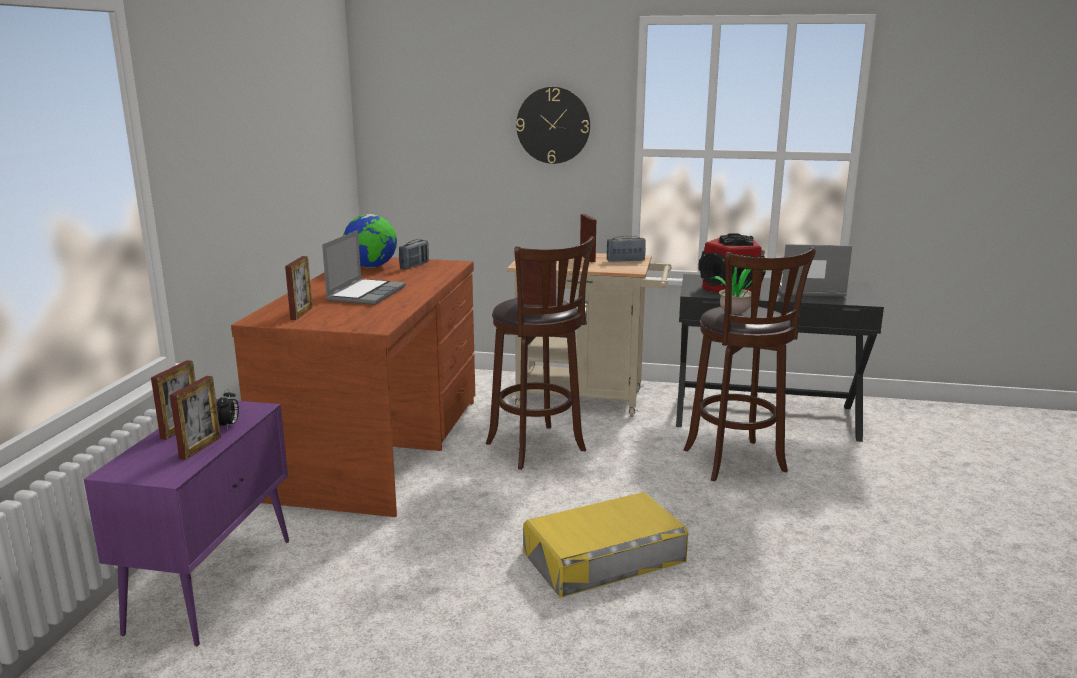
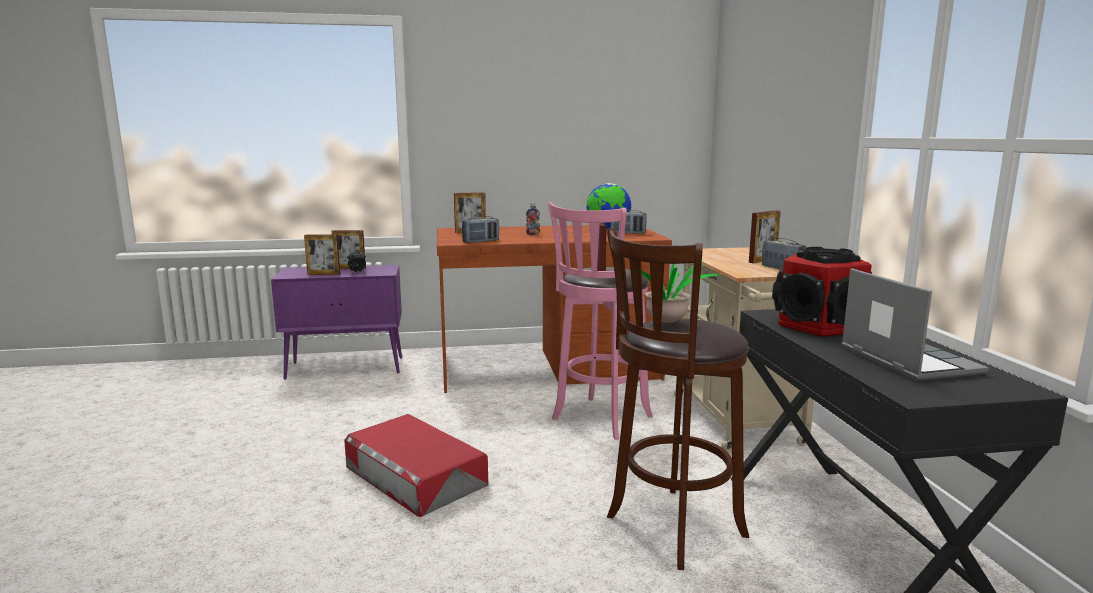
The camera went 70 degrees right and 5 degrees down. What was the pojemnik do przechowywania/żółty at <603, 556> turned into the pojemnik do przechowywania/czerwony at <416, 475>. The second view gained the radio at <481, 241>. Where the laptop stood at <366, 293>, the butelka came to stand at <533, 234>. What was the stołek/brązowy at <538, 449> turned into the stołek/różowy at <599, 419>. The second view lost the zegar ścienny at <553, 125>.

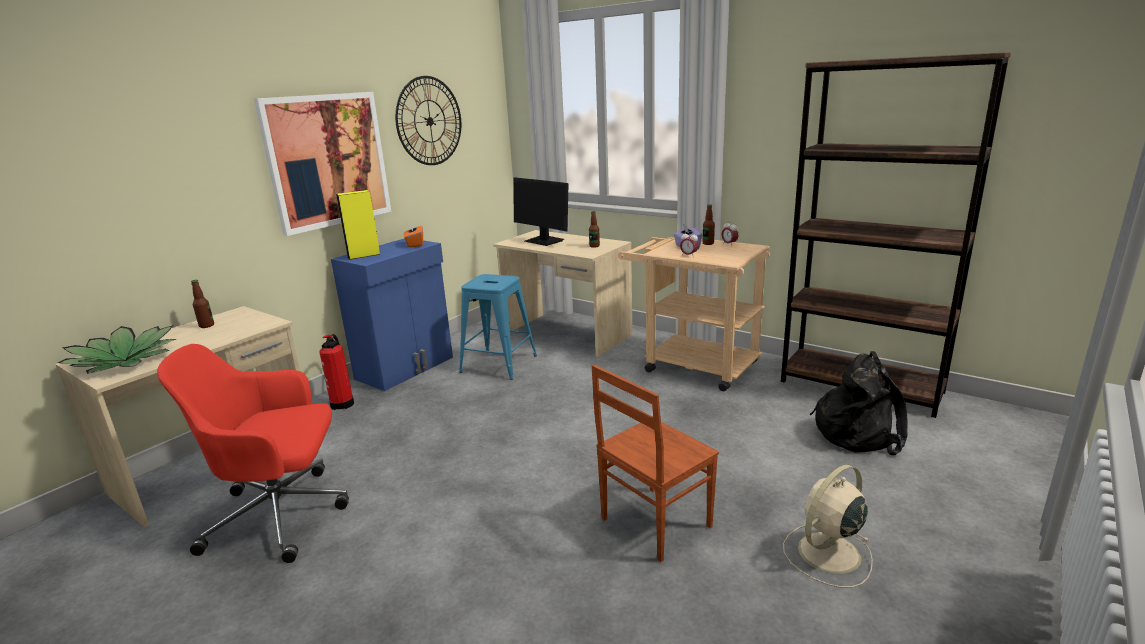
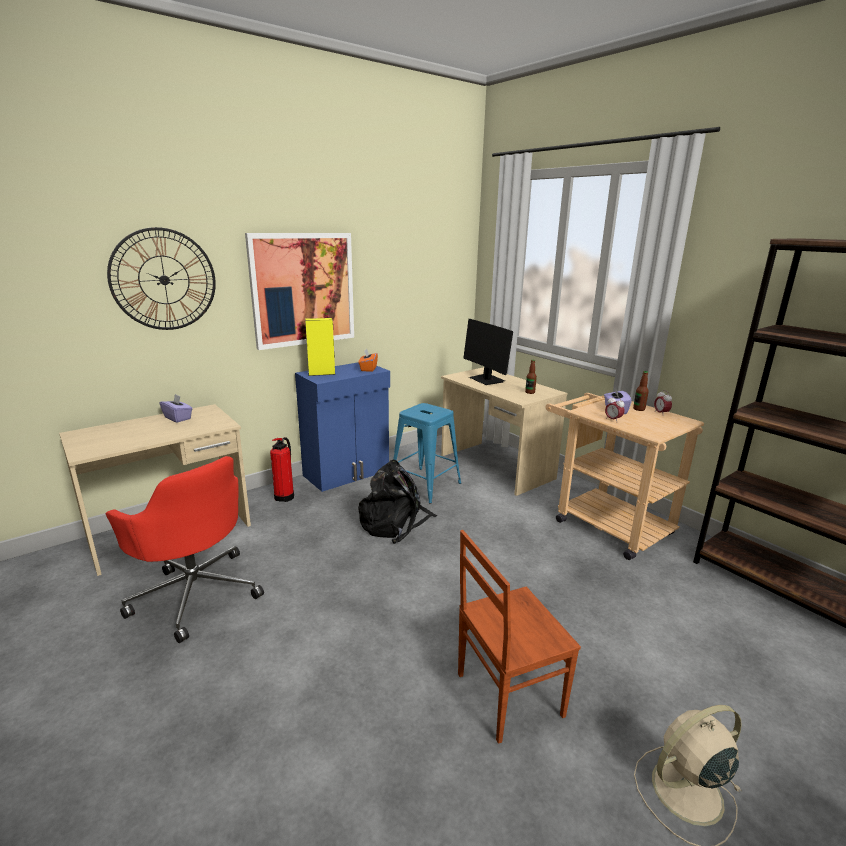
The camera went 15 degrees right and 0 degrees up. The krzesło biurowe/czerwony at <282, 515> ended up facing another way, 150 degrees counterclockwise from before. The zegar ścienny ended up elsewhere, having gone from <429, 121> to <164, 280>. Where the butelka stood at <206, 325>, the pudełko chusteczek/fioletowy came to stand at <178, 418>. The plecak/czarny ended up elsewhere, having gone from <858, 432> to <395, 523>. The second view lost the roślina doniczkowa at <125, 360>.

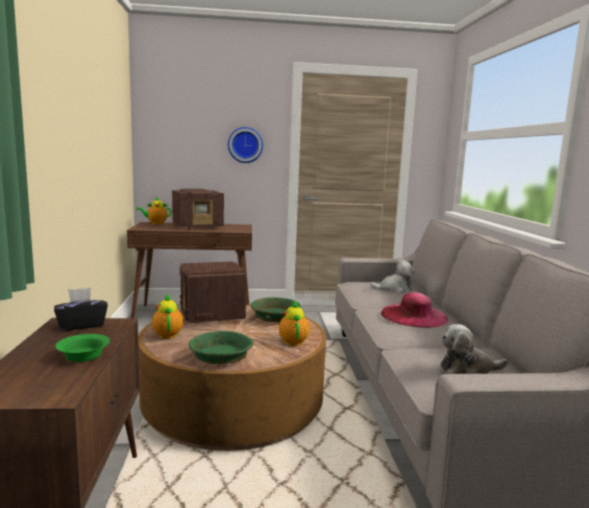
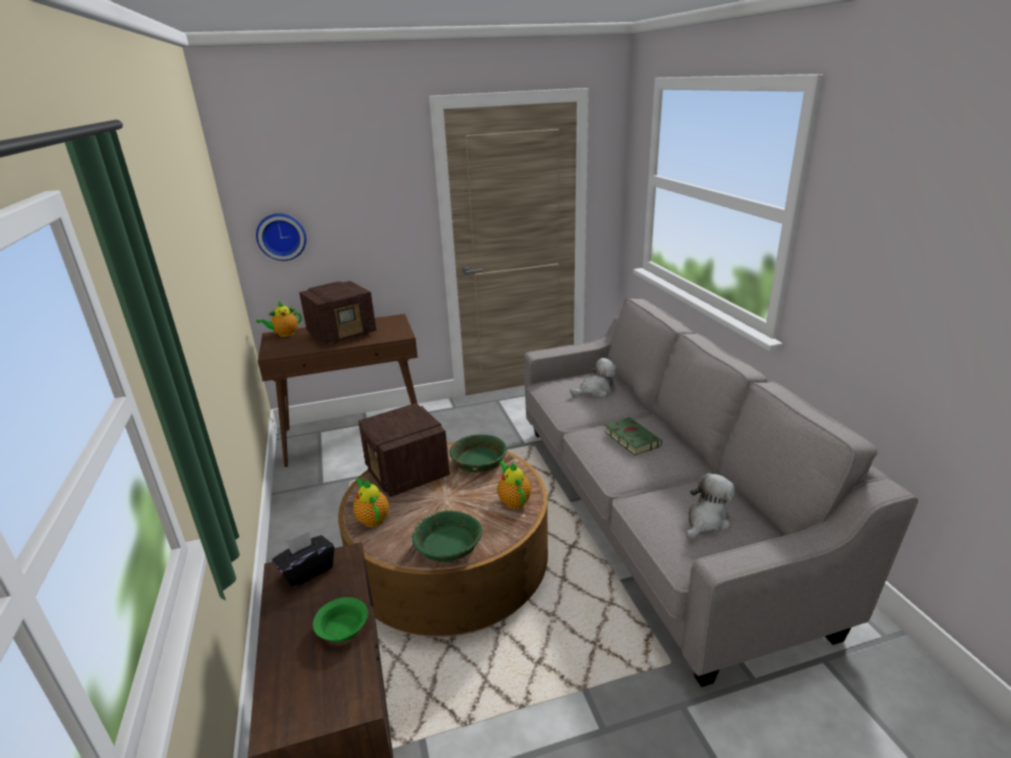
The camera went 10 degrees left and 15 degrees up. The zegar ścienny ended up elsewhere, having gone from <245, 145> to <281, 236>. Where the kapelusz/różowy stood at <414, 316>, the książka/zielony came to stand at <630, 438>. The pluszak at <468, 369> ended up facing another way, 150 degrees clockwise from before.

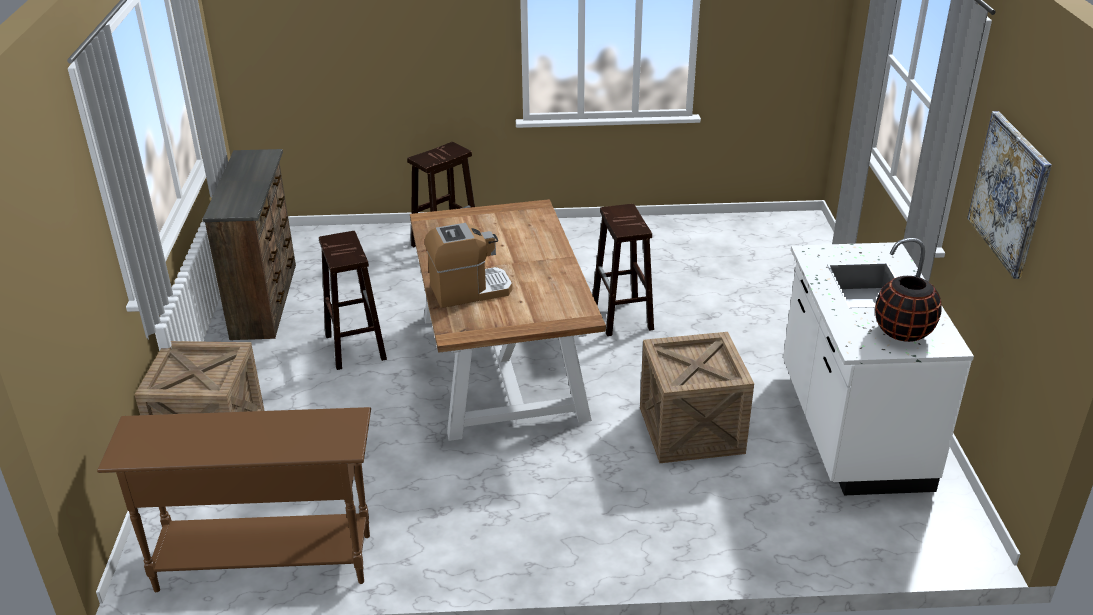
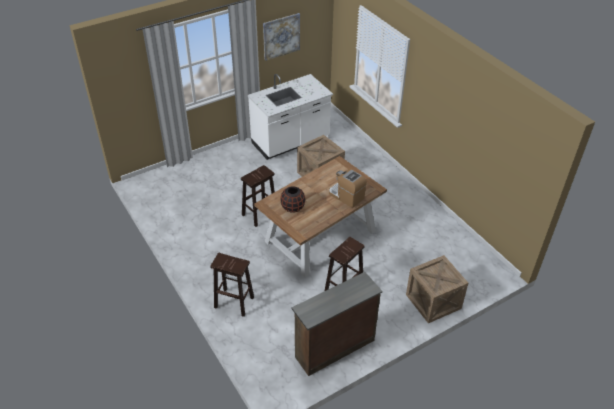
The camera went 120 degrees left and 10 degrees up. The wazon/czarny ended up elsewhere, having gone from <903, 333> to <293, 207>. The second view lost the stolik konsolowy/brązowy at <264, 562>.

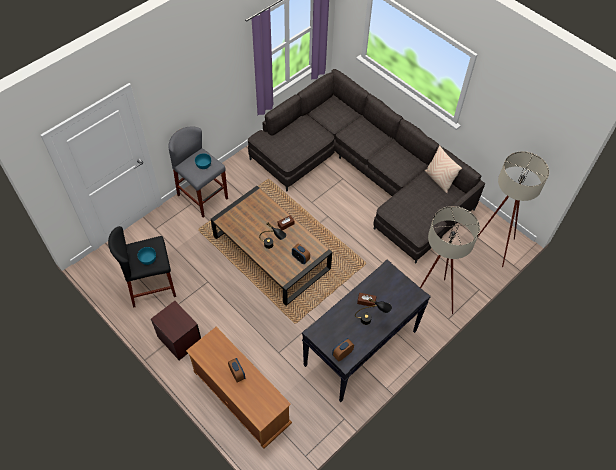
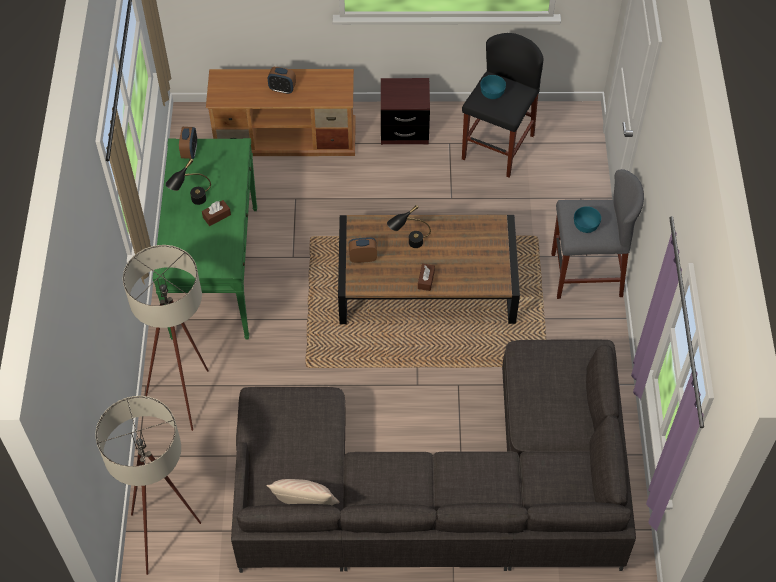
The camera went 135 degrees right and 0 degrees up. What was the stolik konsolowy/czarny at <360, 348> turned into the stolik konsolowy/zielony at <215, 271>.

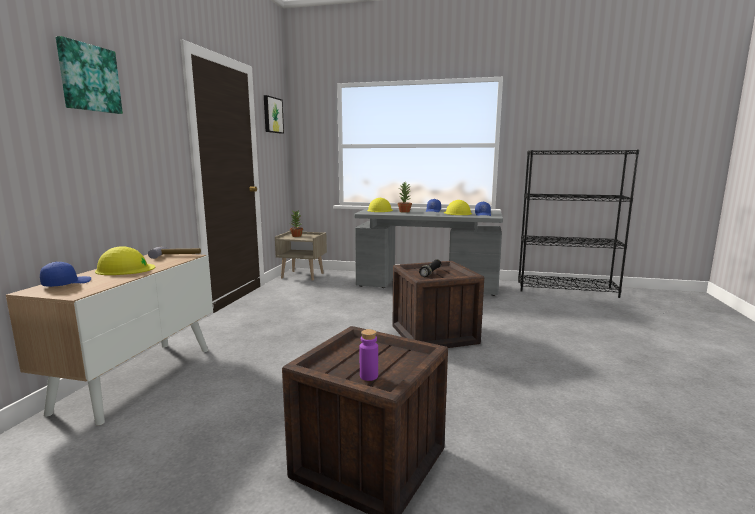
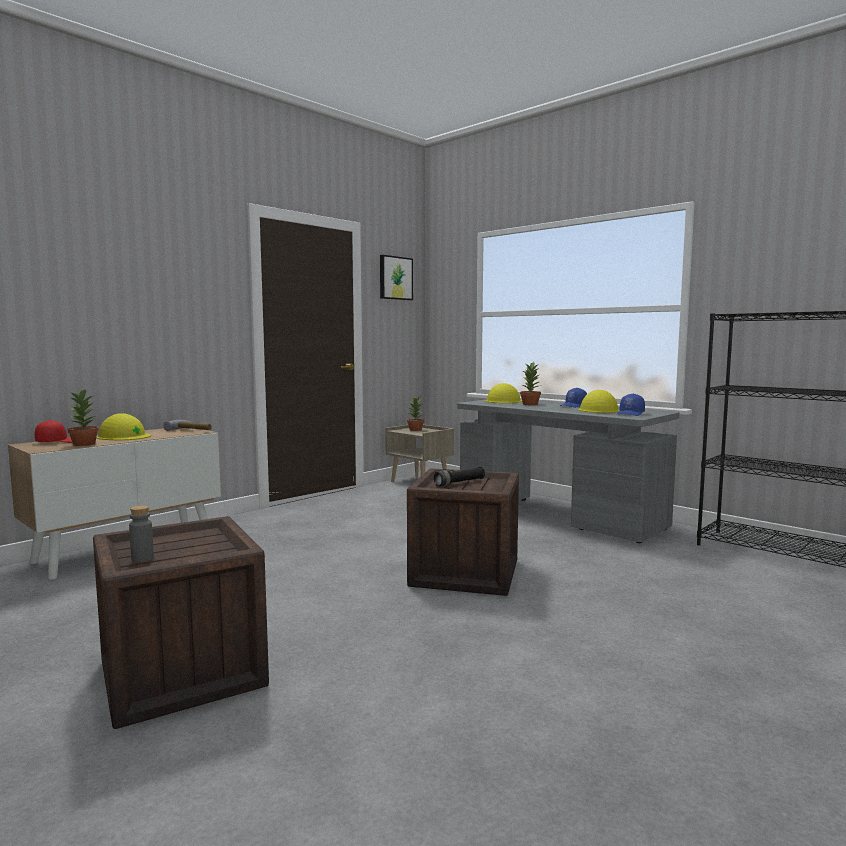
The camera went 30 degrees right and 5 degrees down. What was the czapka z daszkiem/niebieski at <66, 283> turned into the czapka z daszkiem/czerwony at <58, 442>. The second view gained the roślina doniczkowa at <83, 444>. What was the butelka/fioletowy at <369, 376> turned into the butelka/szary at <142, 559>. The second view lost the obraz at <88, 78>.

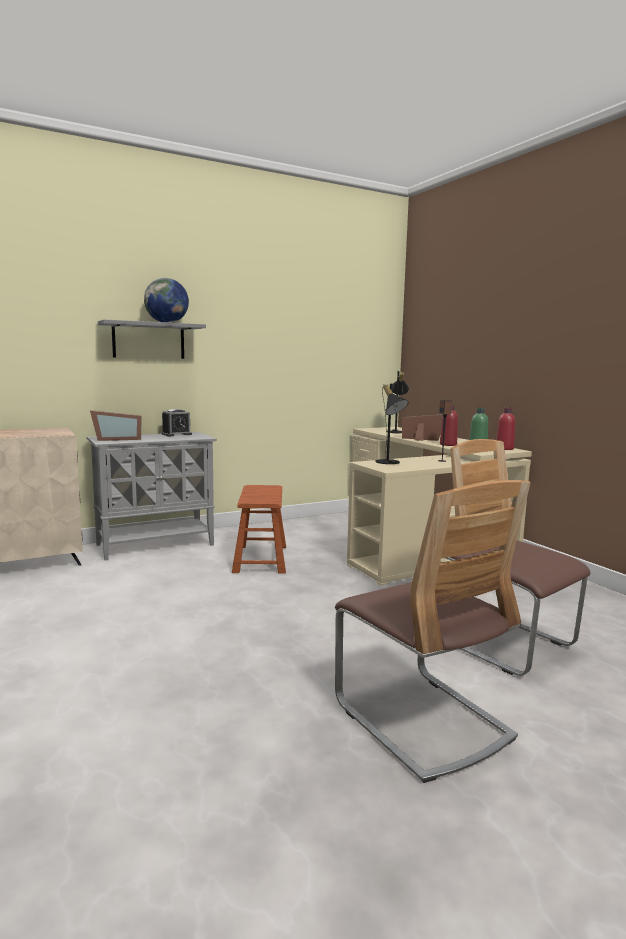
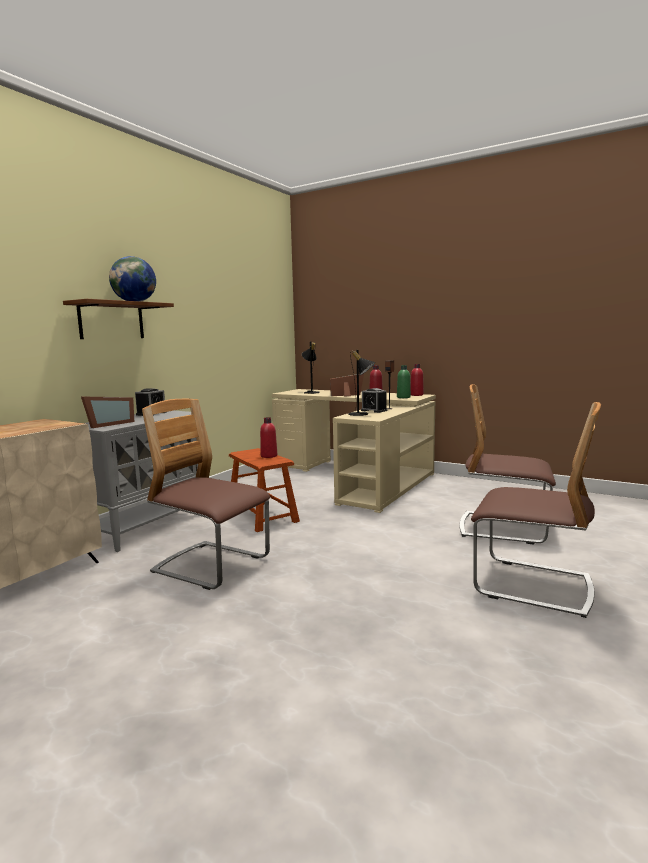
The camera went 30 degrees left and 0 degrees up. What was the półka/szary at <148, 340> turned into the półka/brązowy at <111, 320>. The second view gained the krzesło at <211, 566>. The second view gained the butelka/czerwony at <269, 456>. The second view gained the budzik at <374, 410>.

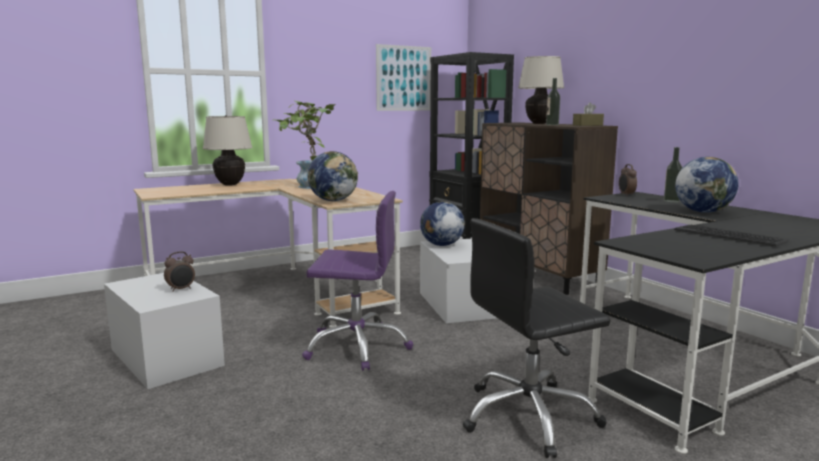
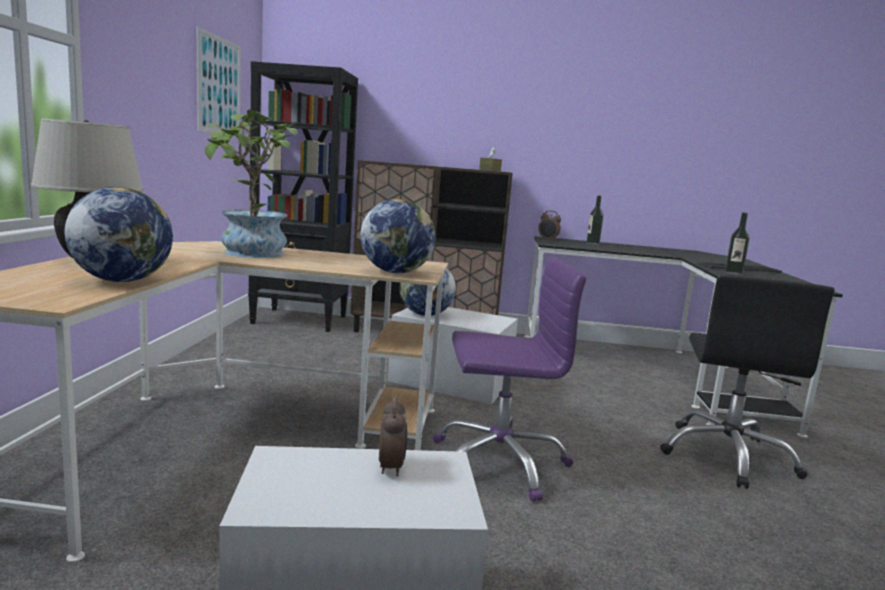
The camera went 55 degrees left and 0 degrees up. The globus ended up elsewhere, having gone from <703, 212> to <122, 280>. The krzesło biurowe/fioletowy at <357, 346> ended up facing another way, 45 degrees clockwise from before. The butelka ended up elsewhere, having gone from <552, 125> to <733, 273>. The second view lost the lampa stołowa/beżowy at <539, 123>.

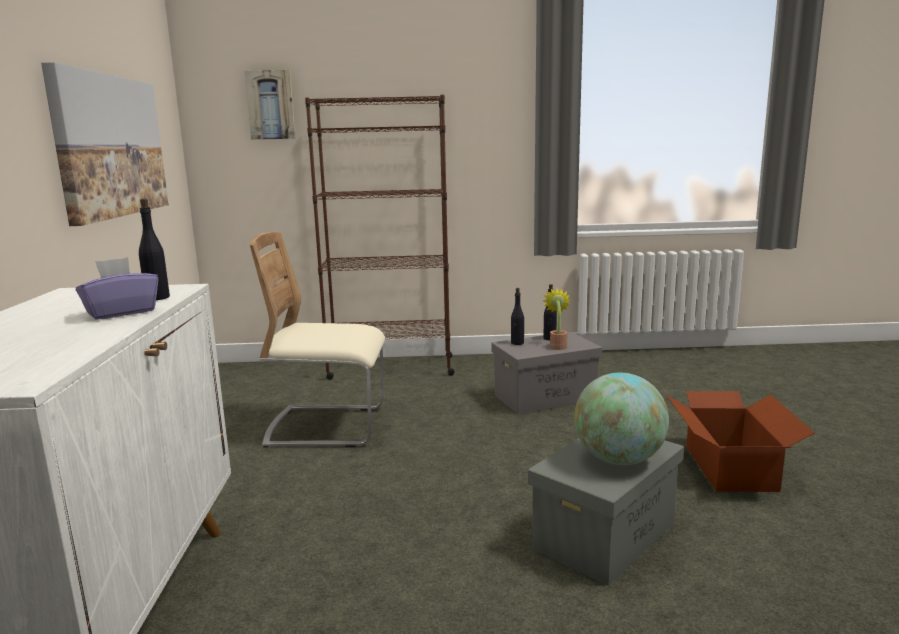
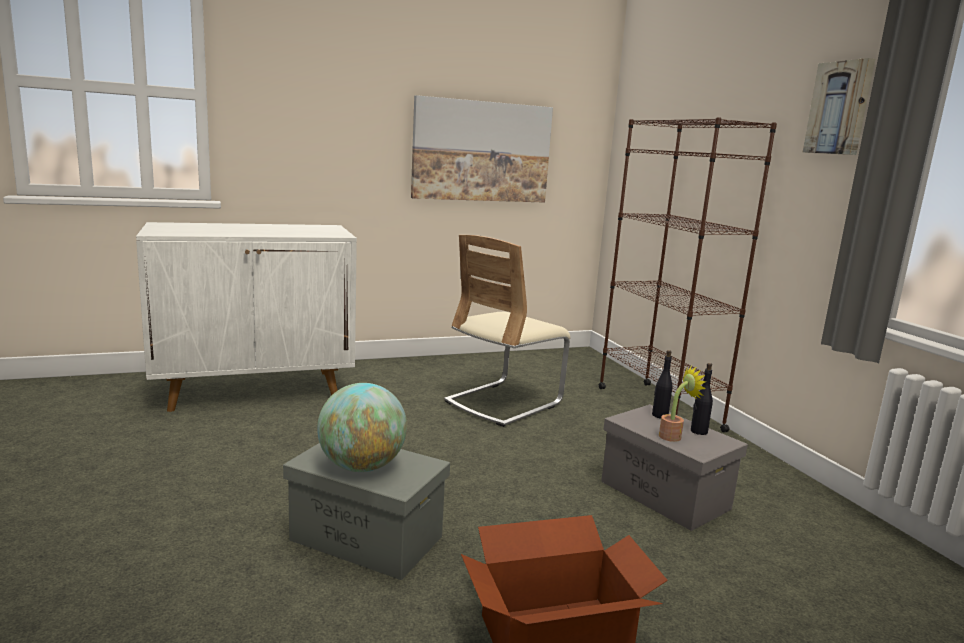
The camera went 70 degrees right and 0 degrees up. The krzesło/beżowy at <327, 427> ended up facing another way, 120 degrees counterclockwise from before. The obraz ended up elsewhere, having gone from <271, 105> to <840, 108>. The second view lost the pudełko chusteczek/fioletowy at <121, 312>. The second view lost the butelka/czarny at <157, 297>.

